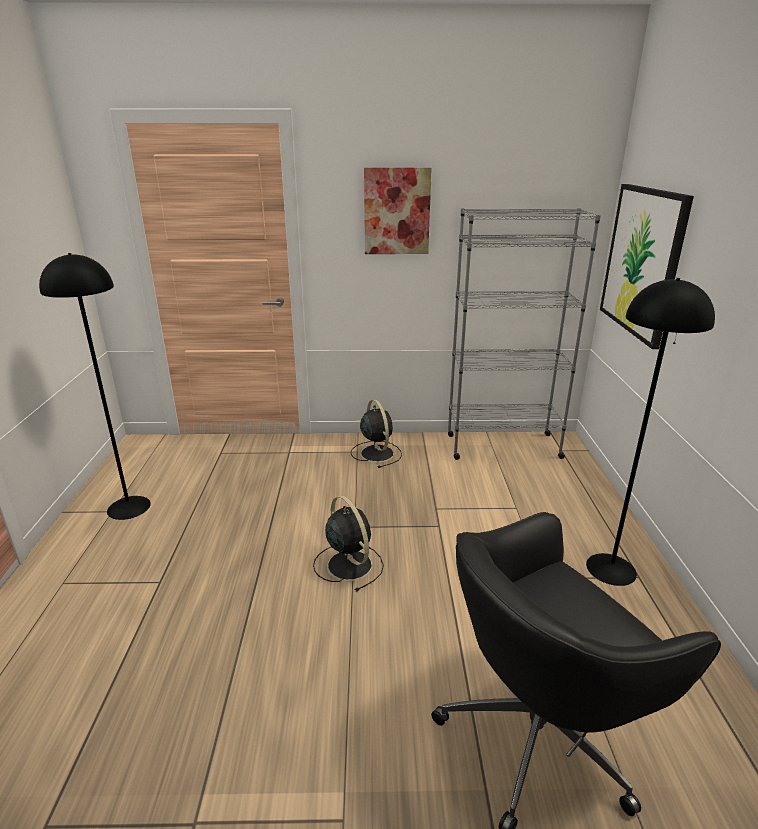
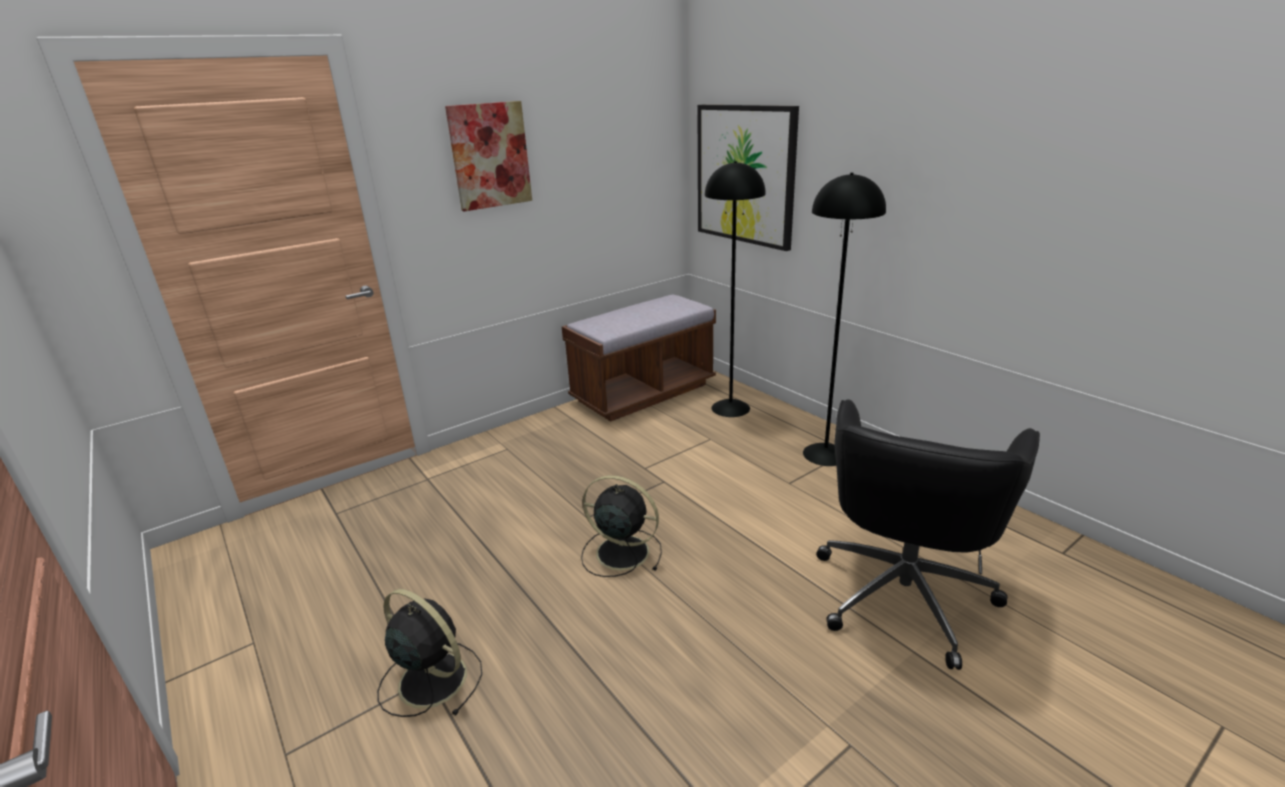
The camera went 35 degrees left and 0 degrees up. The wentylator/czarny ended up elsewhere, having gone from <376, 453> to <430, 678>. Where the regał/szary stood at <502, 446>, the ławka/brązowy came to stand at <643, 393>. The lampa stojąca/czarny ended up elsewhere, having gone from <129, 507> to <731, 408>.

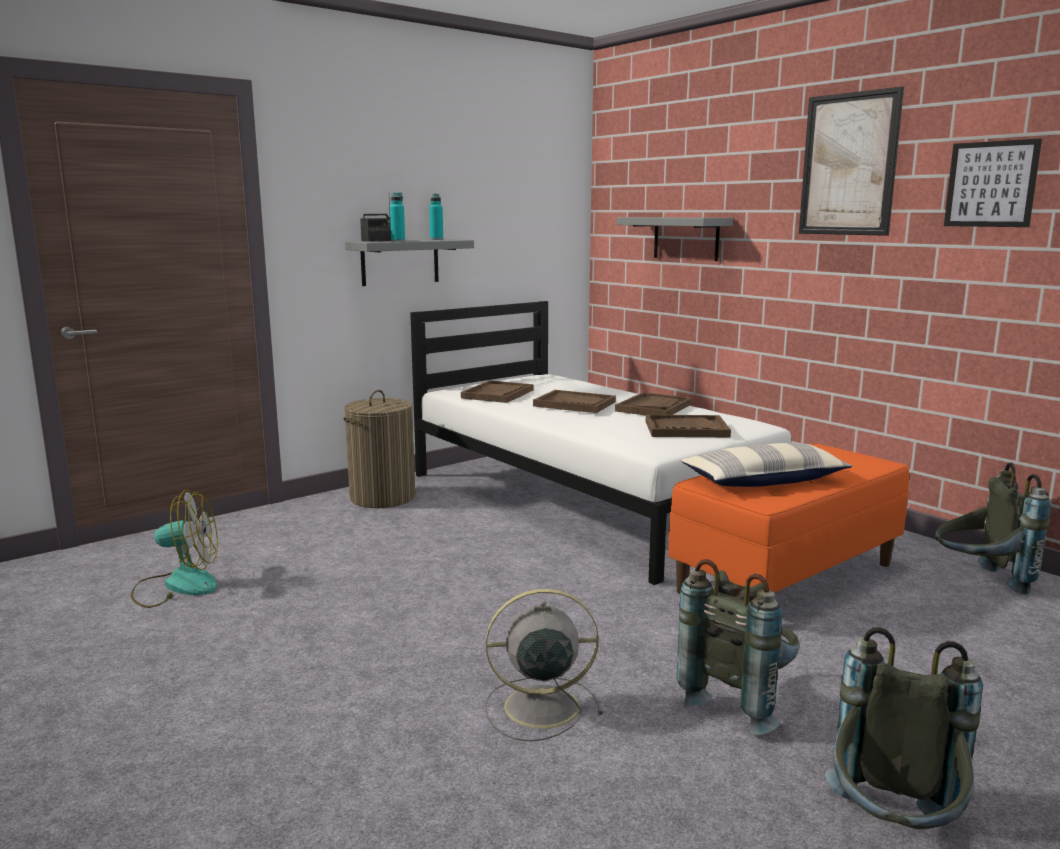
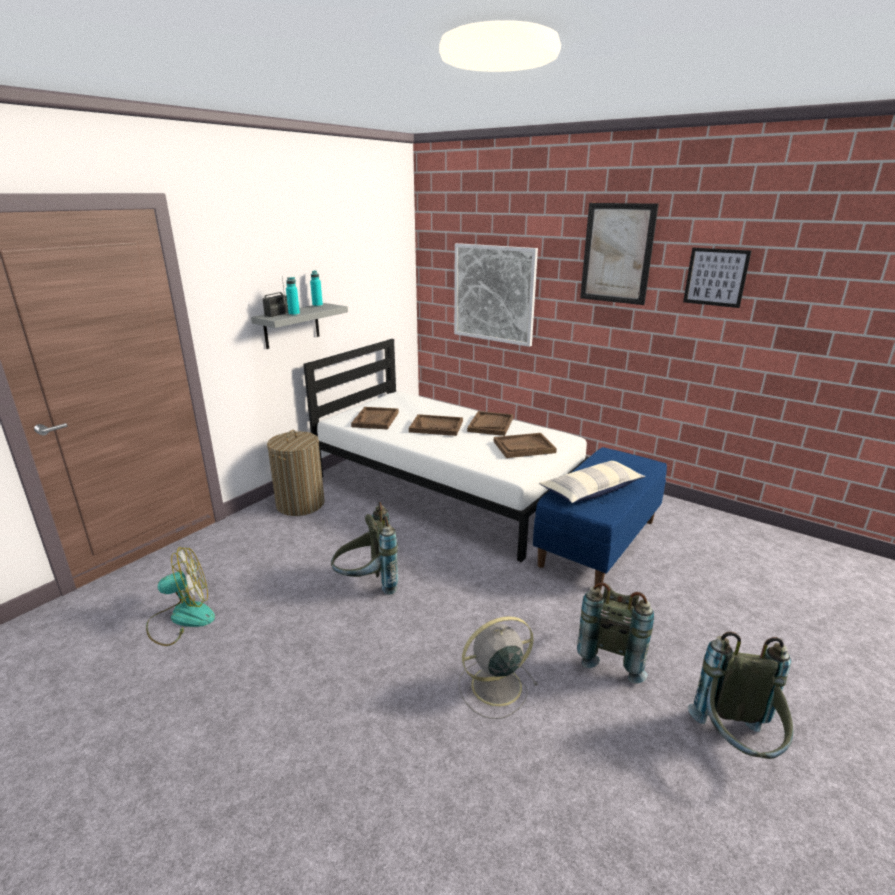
The camera went 15 degrees left and 10 degrees up. The plecak/szary ended up elsewhere, having gone from <979, 581> to <367, 584>. Where the półka/szary hung at <686, 238>, the obraz came to hang at <494, 294>. What was the ławka/pomarańczowy at <786, 577> turned into the ławka/niebieski at <598, 542>.

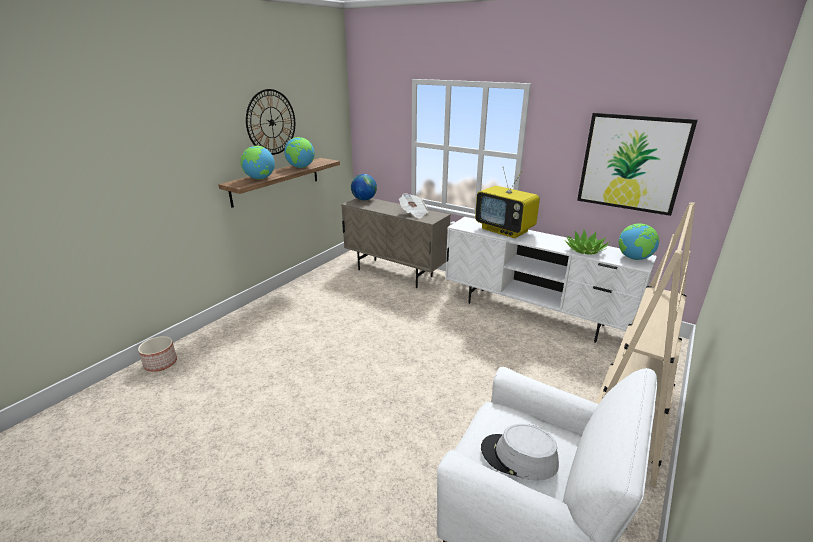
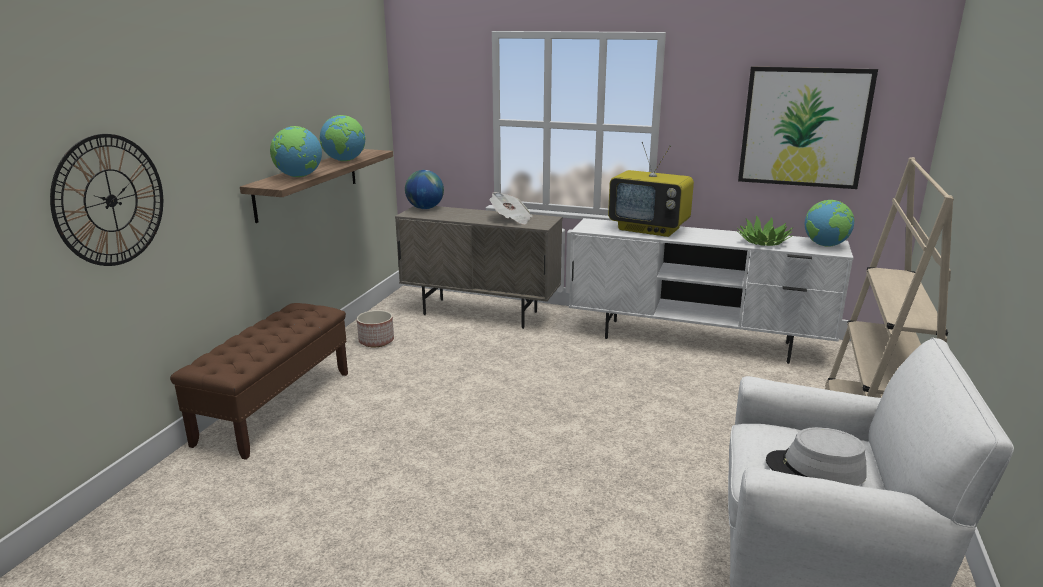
The camera went 15 degrees left and 5 degrees down. The zegar ścienny ended up elsewhere, having gone from <271, 122> to <111, 200>. The second view gained the ławka/brązowy at <276, 406>. The donica ended up elsewhere, having gone from <161, 364> to <377, 341>.

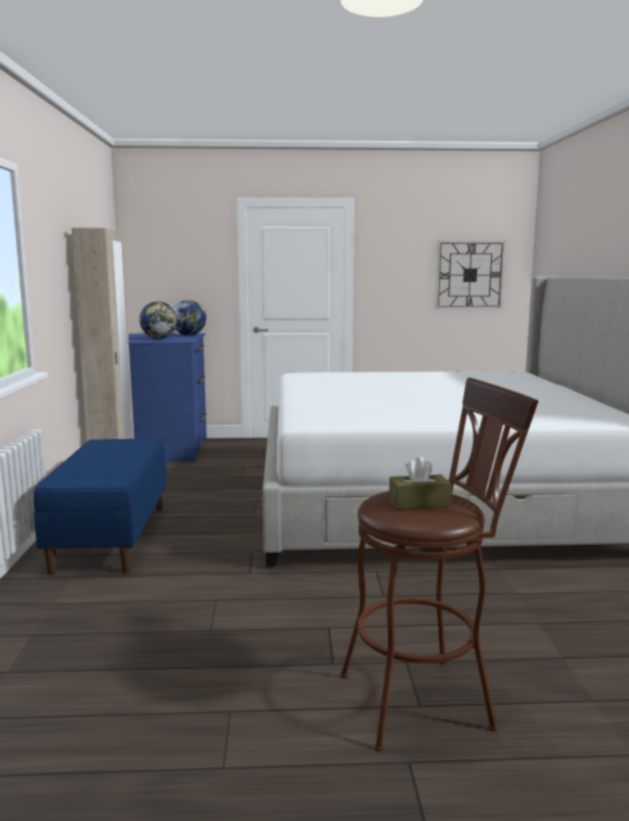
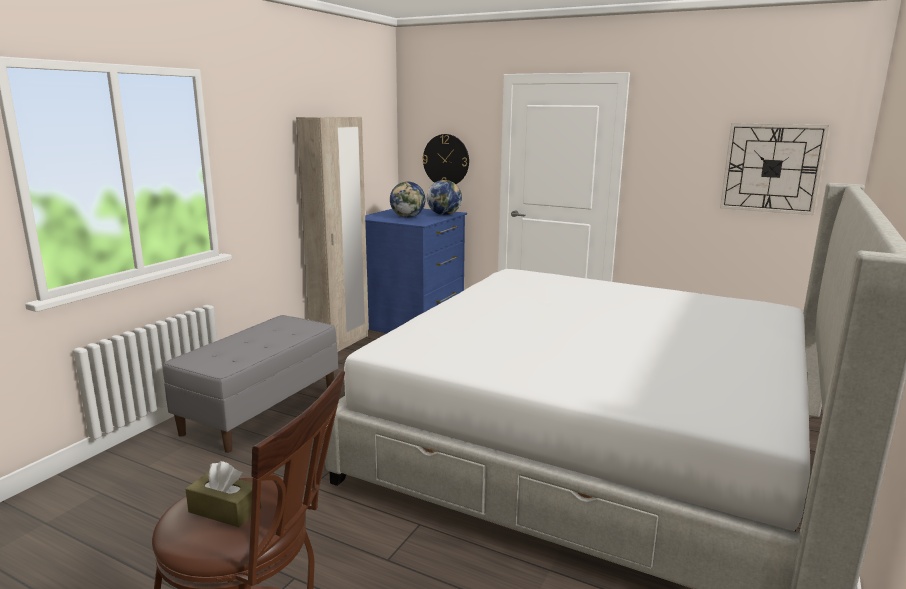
The camera went 30 degrees right and 5 degrees up. What was the ławka/niebieski at <111, 537> turned into the ławka/szary at <261, 409>. The second view gained the zegar ścienny at <446, 160>.

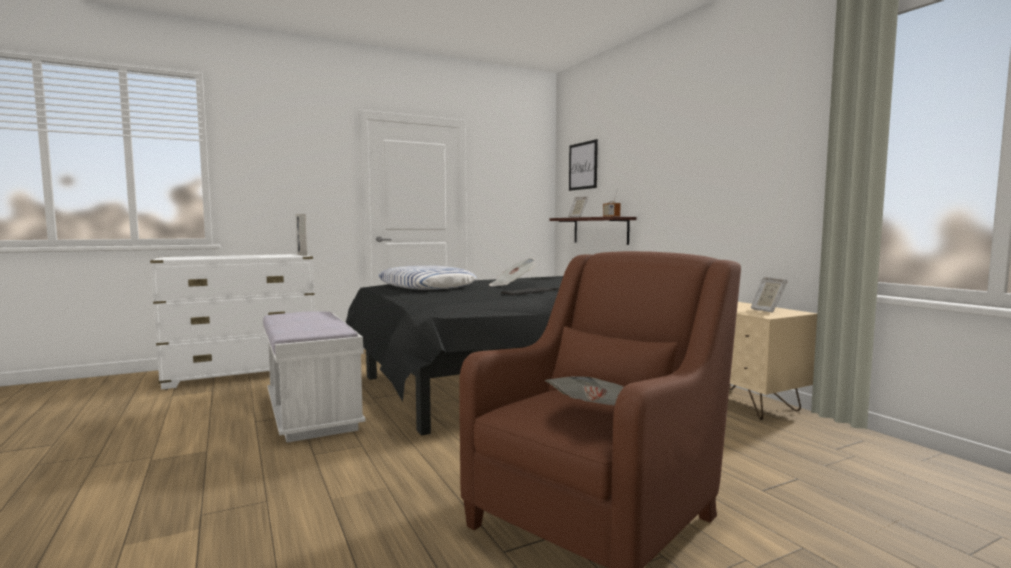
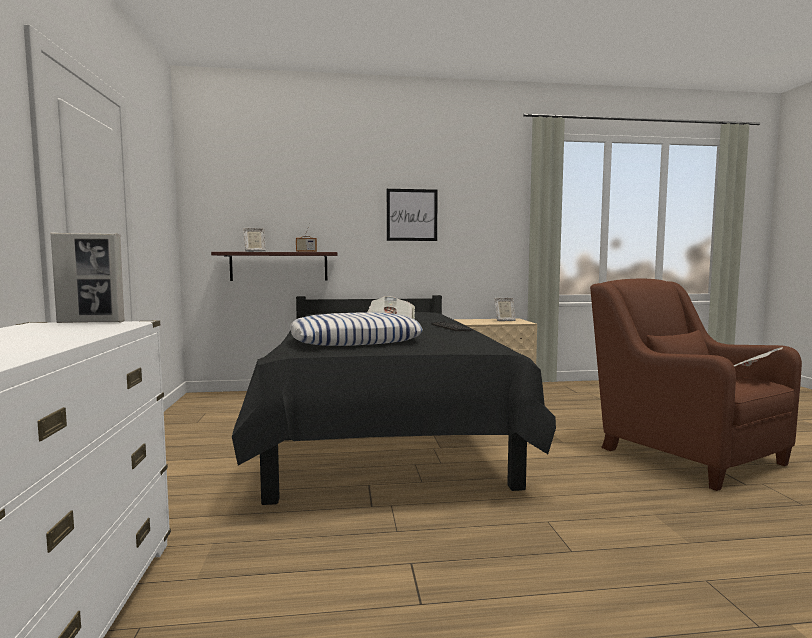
The camera went 70 degrees left and 0 degrees up. The obraz ended up elsewhere, having gone from <583, 166> to <412, 215>. The second view lost the ławka/biały at <312, 413>.

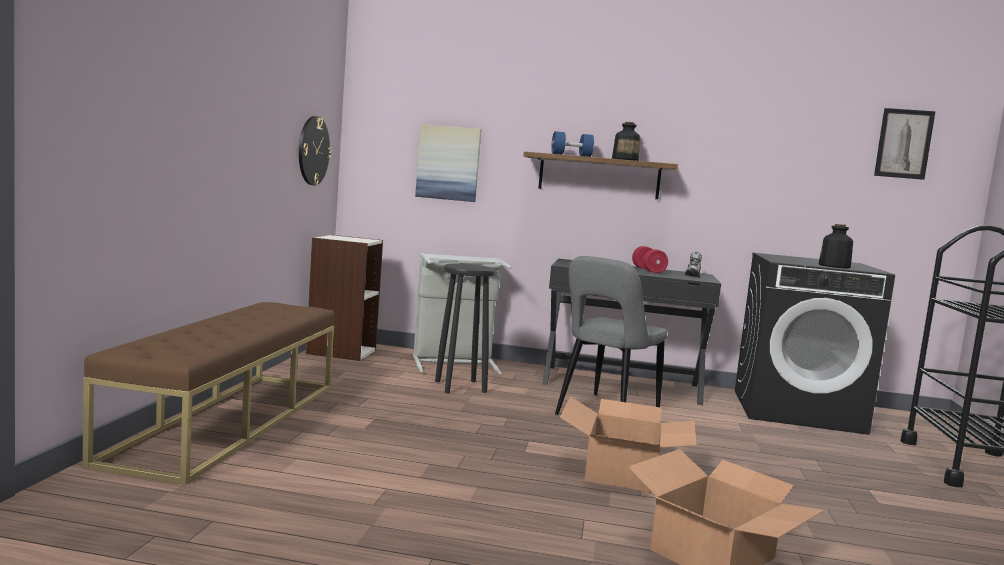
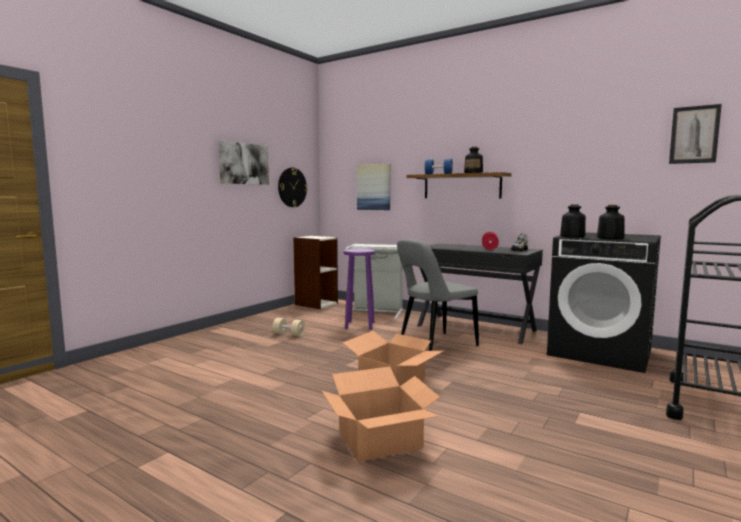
The camera went 25 degrees right and 0 degrees up. The second view gained the obraz at <244, 163>. The second view gained the hantel/beżowy at <289, 334>. What was the stołek/czarny at <459, 387> turned into the stołek/fioletowy at <359, 325>. The second view gained the butelka at <572, 236>. The second view lost the ławka/brązowy at <229, 421>.

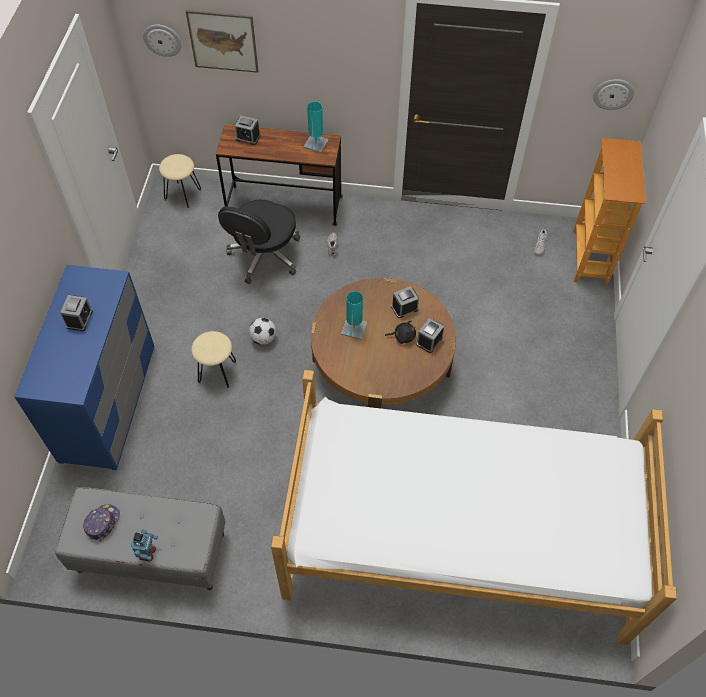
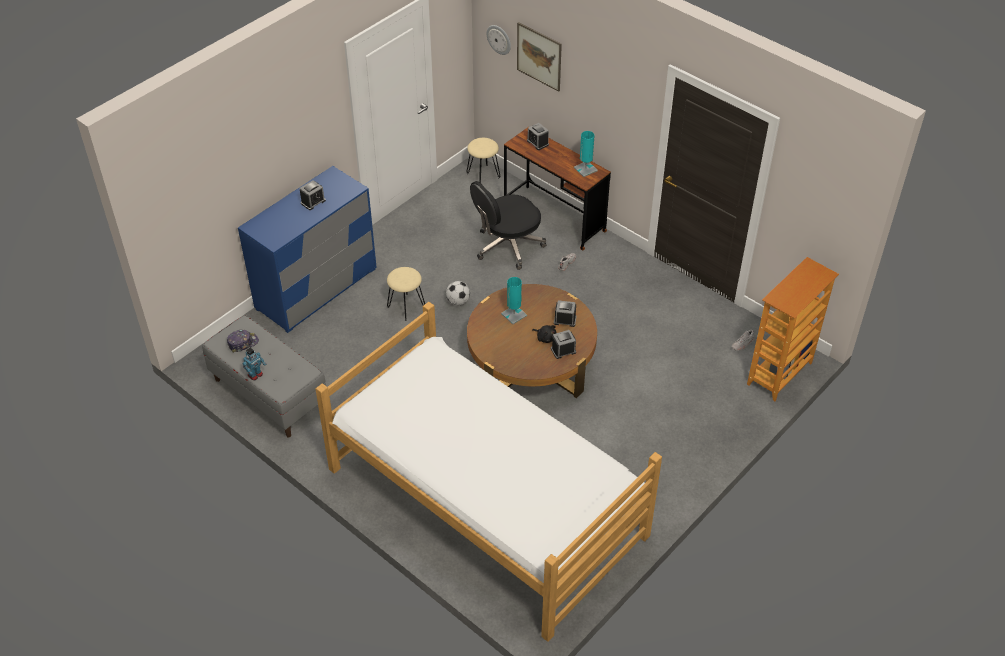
The camera went 35 degrees right and 10 degrees down. The second view lost the zegar ścienny at <613, 93>.

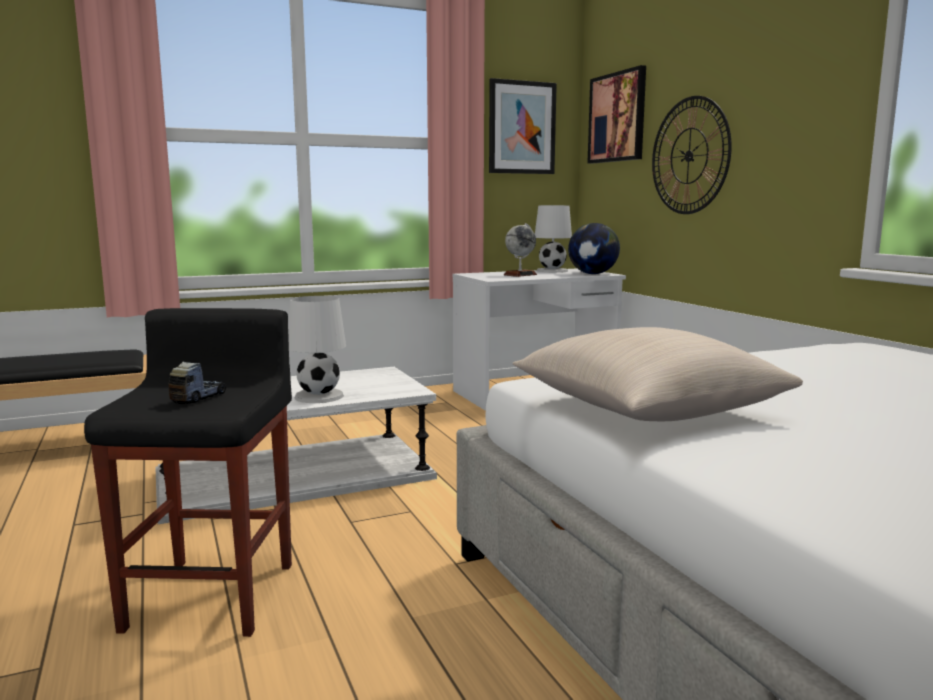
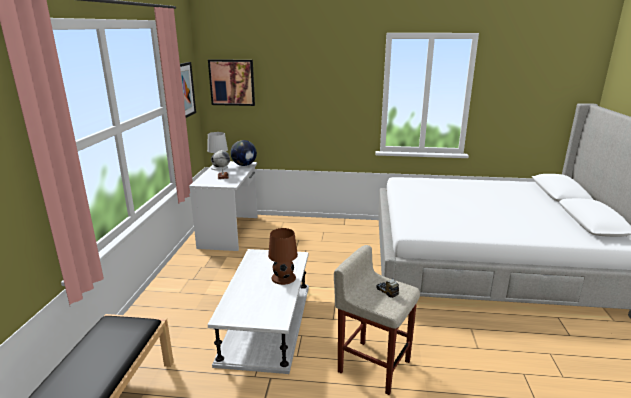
The camera went 60 degrees left and 10 degrees up. What was the lampa stołowa/biały at <319, 396> turned into the lampa stołowa/brązowy at <283, 278>. What was the stołek/czarny at <213, 594> turned into the stołek/beżowy at <373, 365>. The second view lost the poduszka/beżowy at <648, 409>. The second view lost the zegar ścienny at <689, 156>.

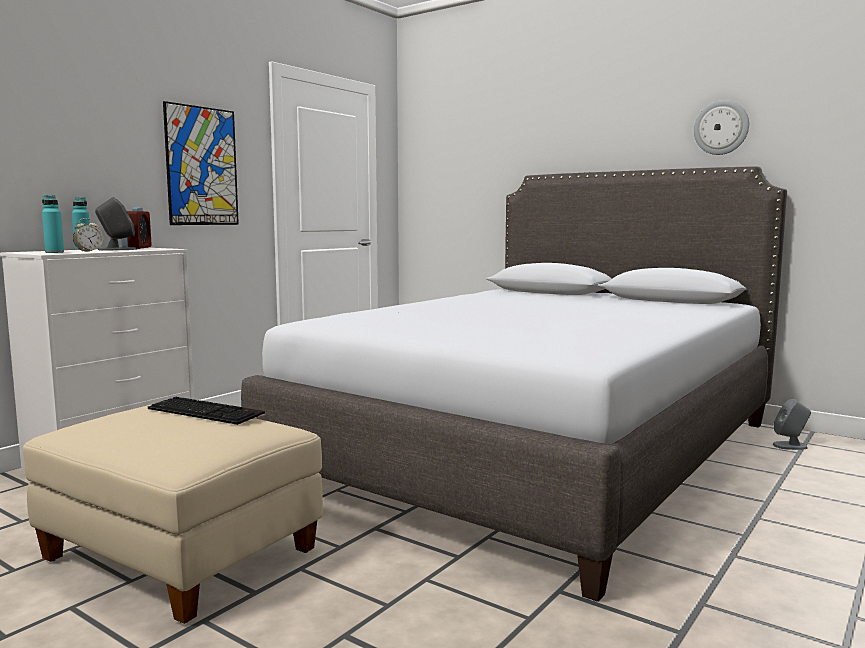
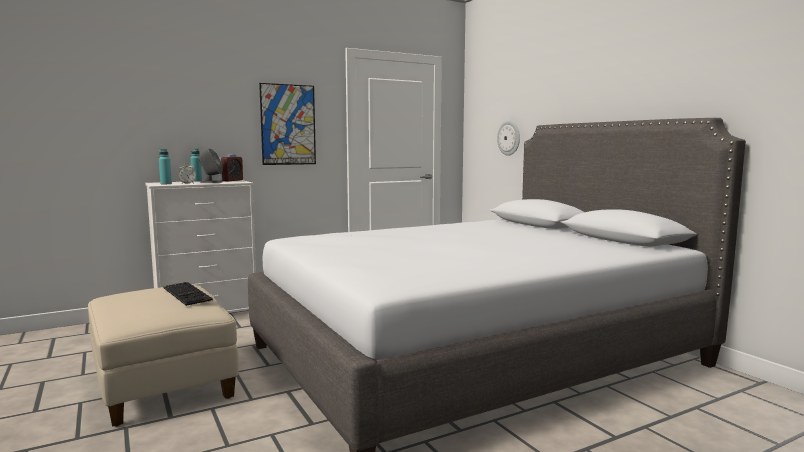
The camera went 25 degrees right and 0 degrees up. The zegar ścienny ended up elsewhere, having gone from <721, 127> to <509, 138>. The second view lost the głośnik/szary at <790, 446>.

